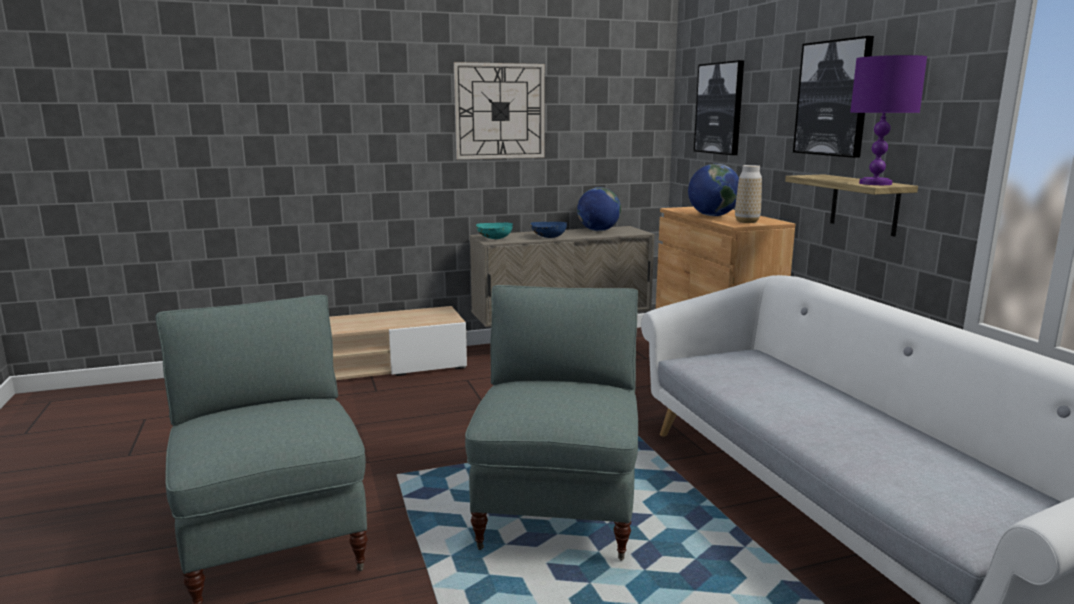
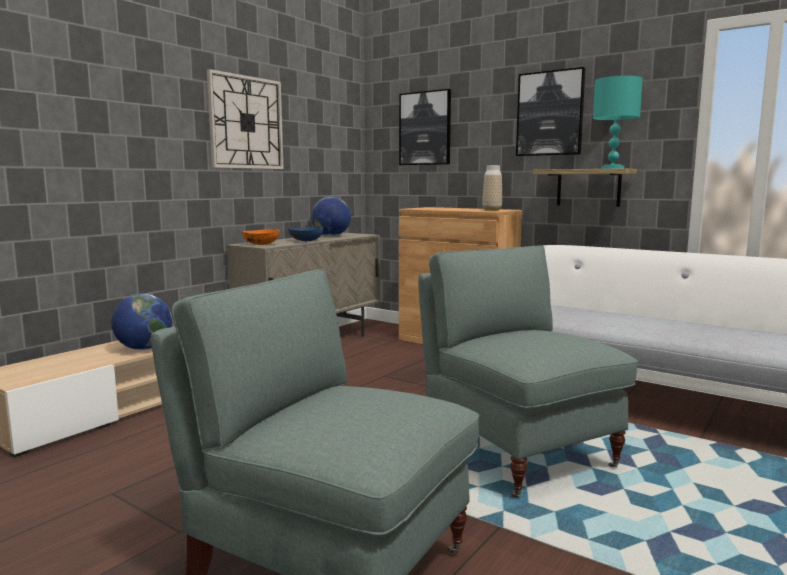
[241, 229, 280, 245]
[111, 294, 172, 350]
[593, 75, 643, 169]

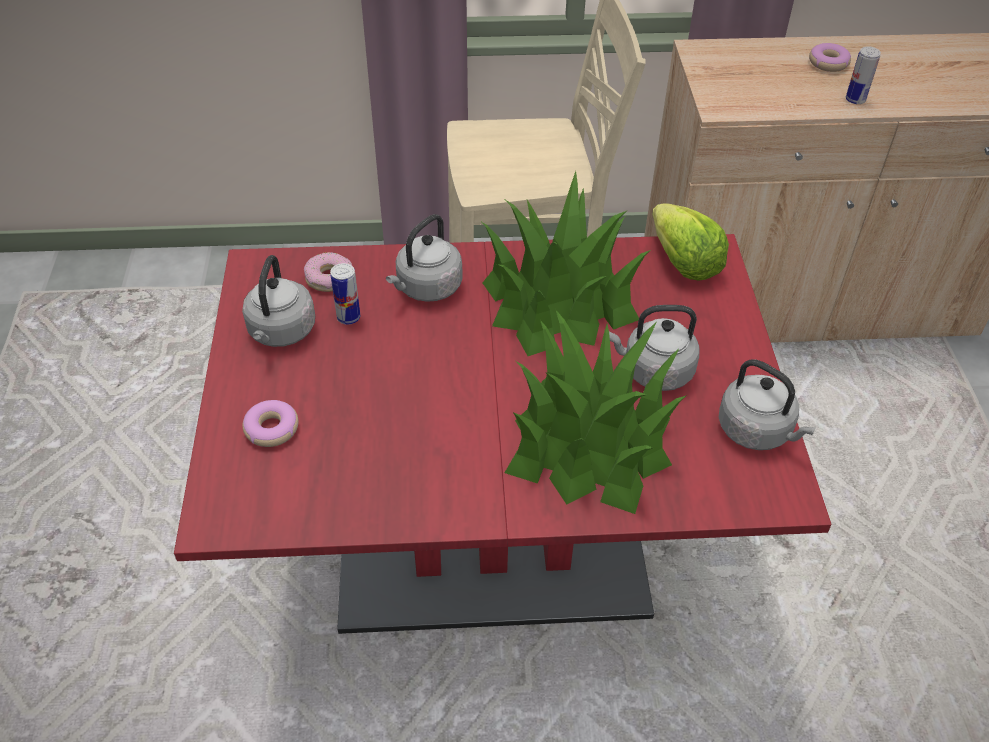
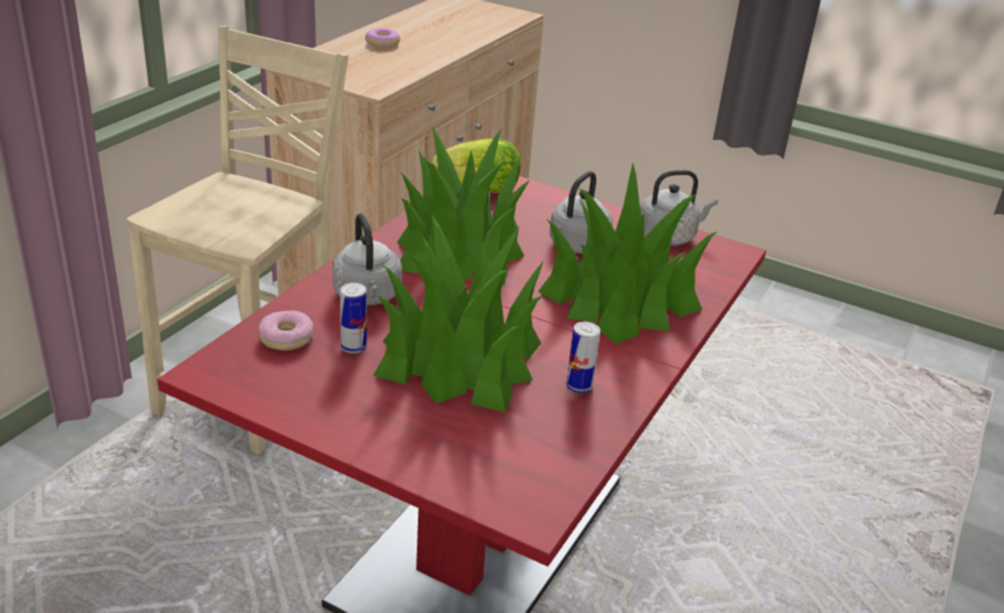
[242, 255, 315, 347] (first image)
[243, 400, 299, 447] (first image)
[566, 322, 600, 393]
[373, 214, 544, 412]

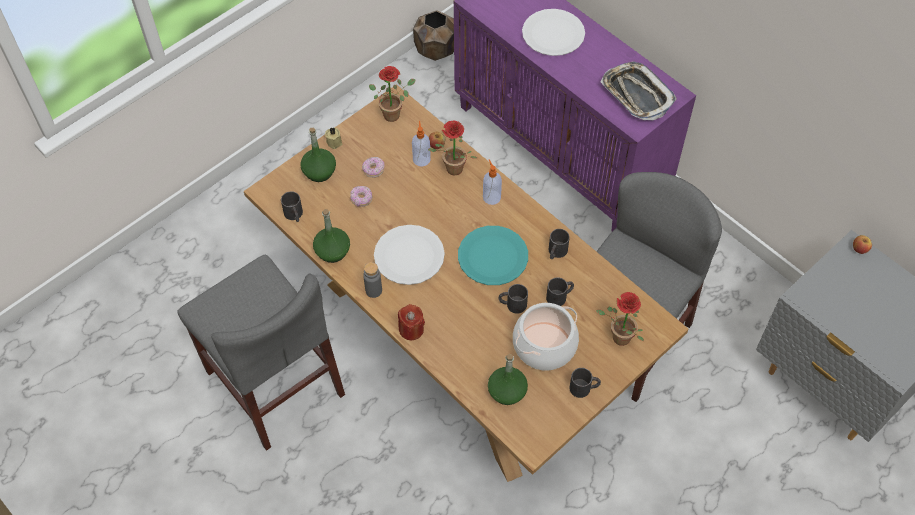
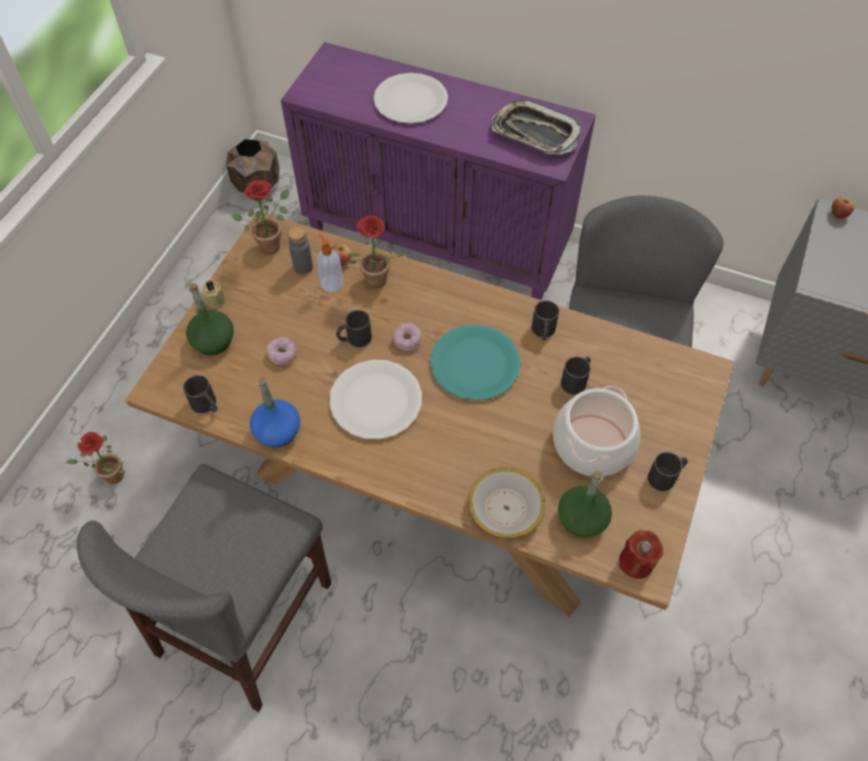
[77, 464, 331, 712]
[250, 377, 300, 447]
[392, 322, 422, 351]
[288, 227, 313, 274]
[619, 530, 664, 579]
[483, 159, 502, 205] (first image)
[336, 310, 372, 347]
[66, 432, 125, 484]
[468, 467, 546, 539]

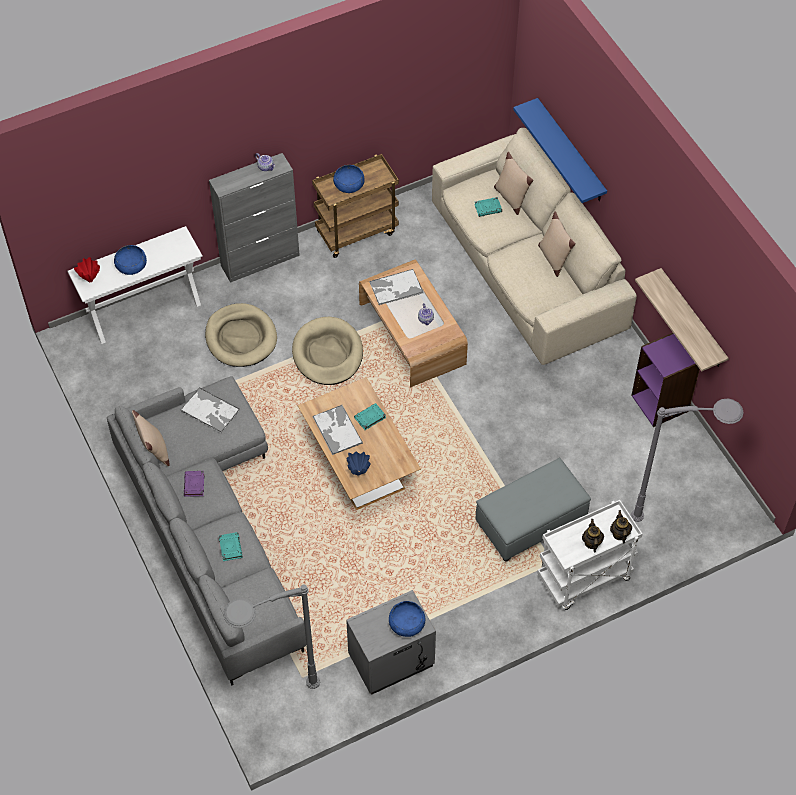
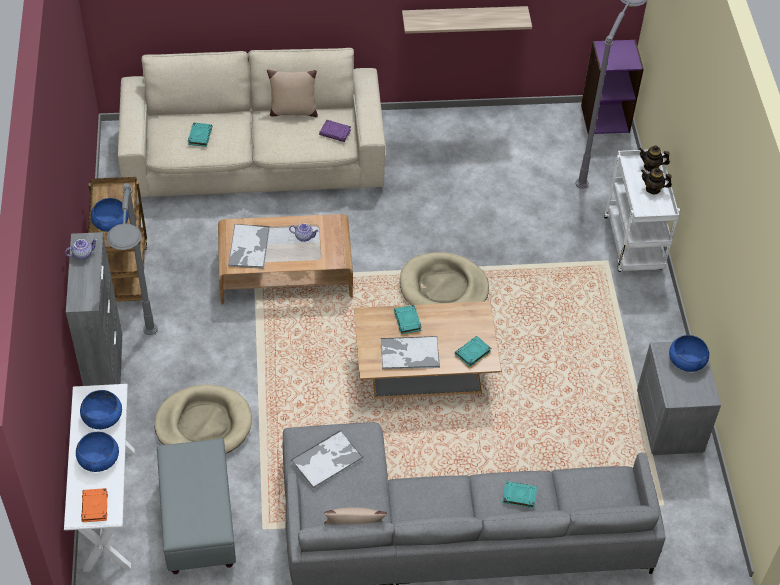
[81, 488, 108, 522]
[319, 120, 351, 142]
[106, 183, 158, 335]
[400, 252, 489, 305]
[455, 336, 491, 367]
[157, 439, 236, 574]
[494, 152, 533, 215] (first image)
[513, 98, 607, 203] (first image)
[581, 39, 644, 134]
[80, 390, 122, 429]

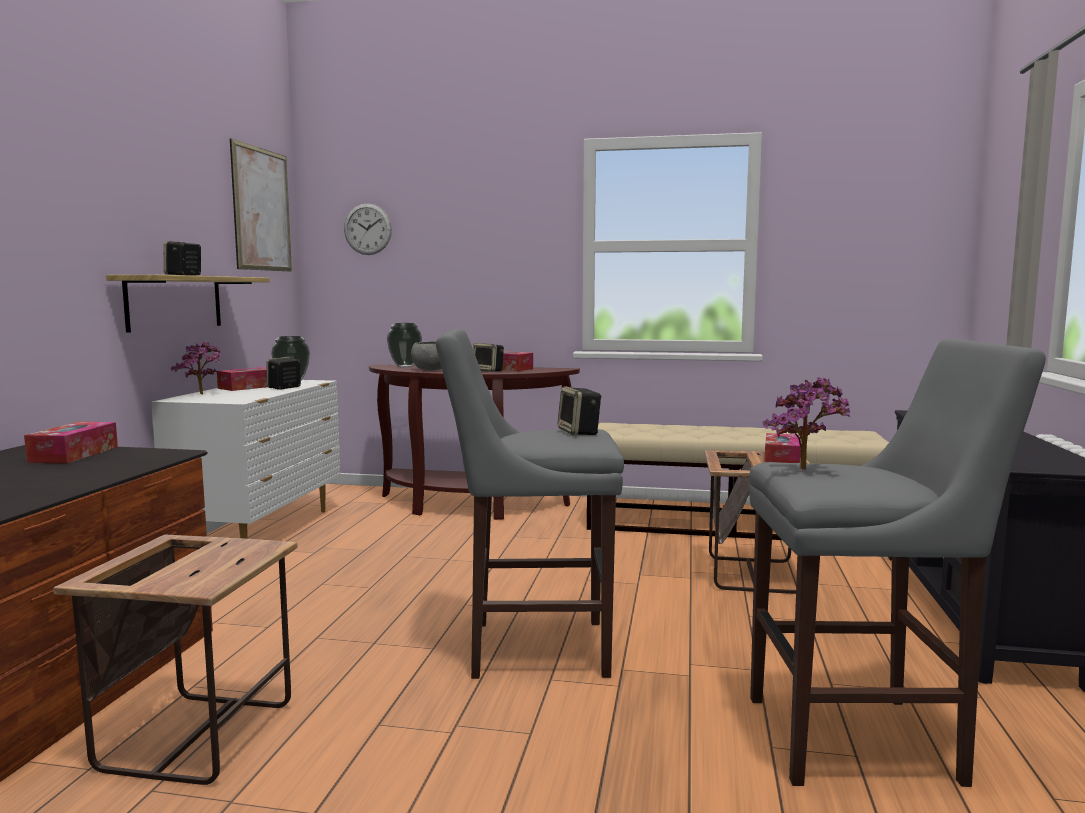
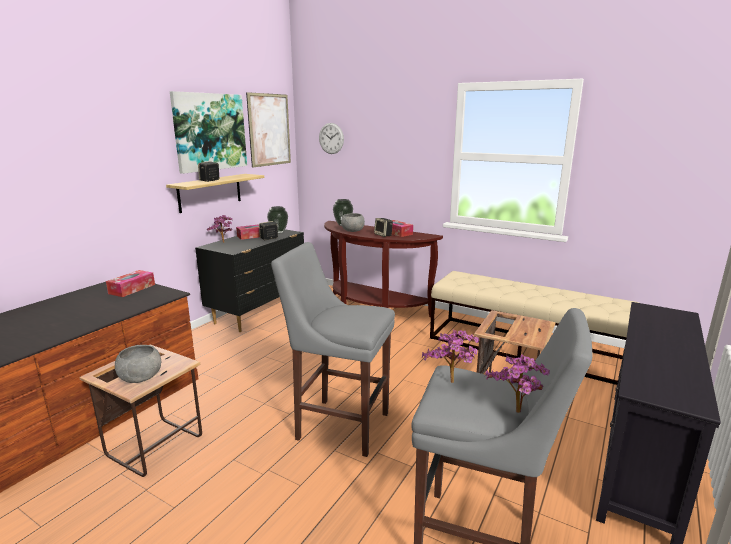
[195, 229, 304, 332]
[557, 387, 602, 435] (first image)
[765, 433, 800, 463] (first image)
[115, 345, 162, 383]
[170, 91, 247, 174]
[485, 355, 550, 413]

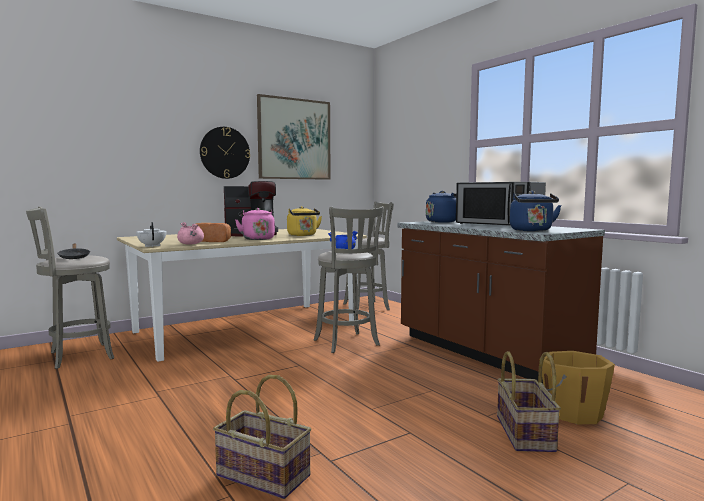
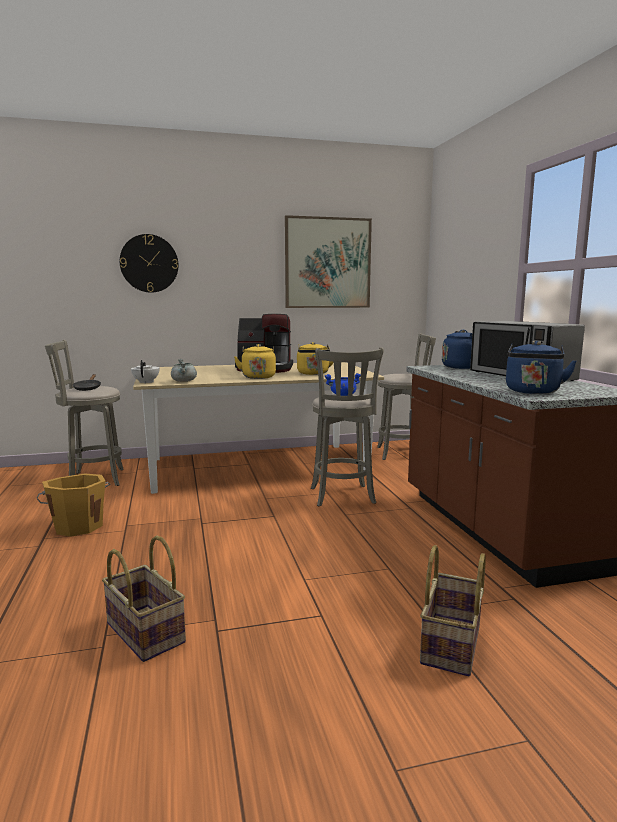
[171, 358, 197, 382]
[196, 223, 231, 242] (first image)
[120, 234, 178, 293]
[234, 344, 276, 379]
[36, 474, 111, 537]

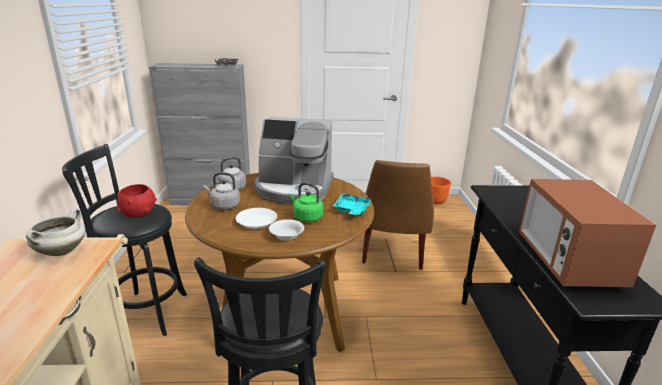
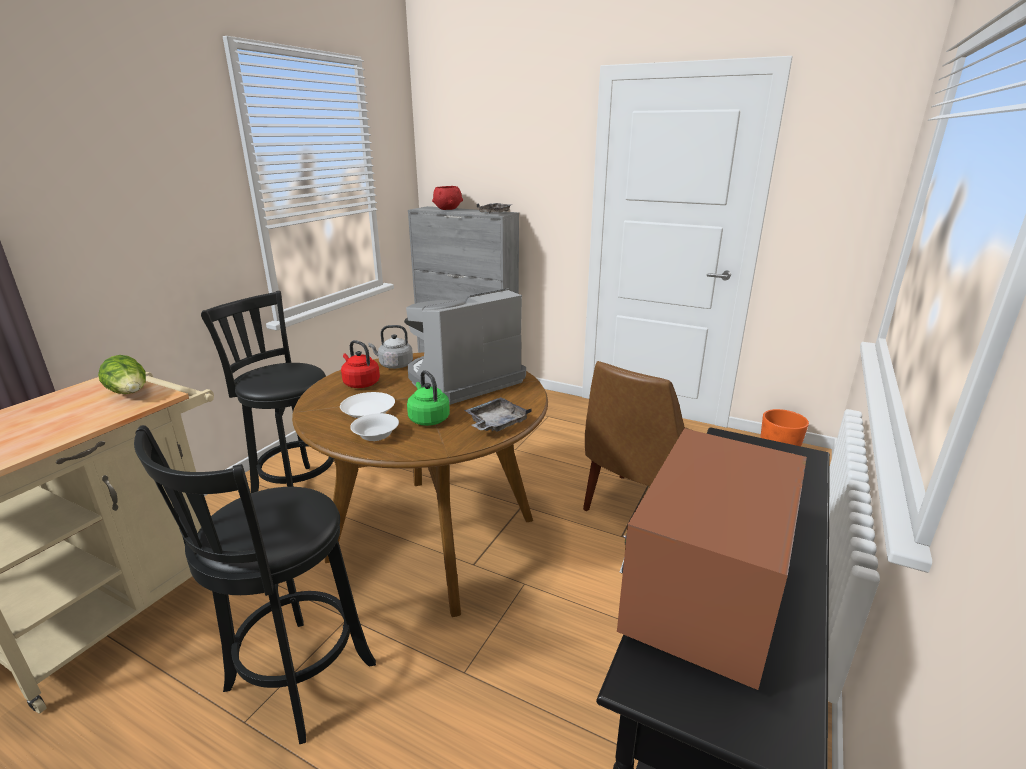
[98, 355, 146, 394]
[432, 186, 463, 210]
[341, 340, 380, 388]
[404, 289, 526, 405]
[464, 397, 532, 432]

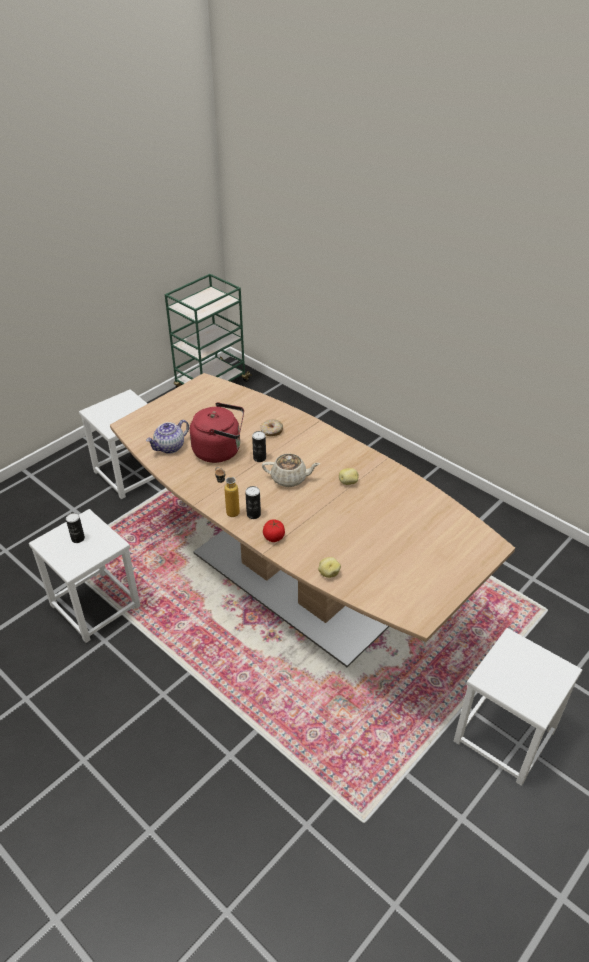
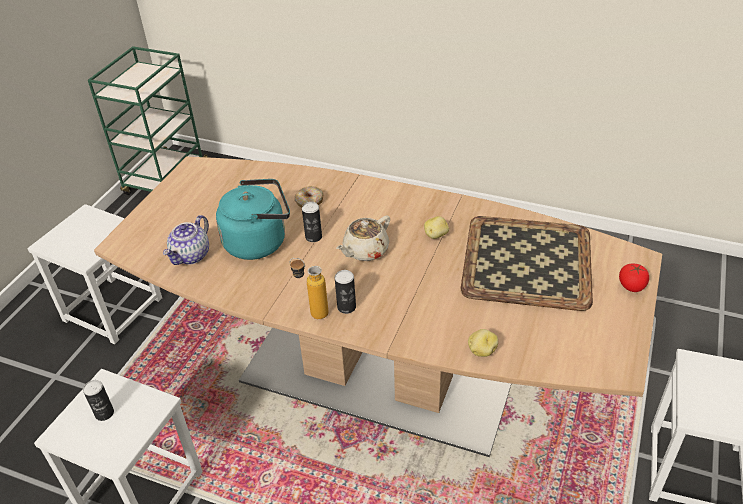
[216, 179, 290, 260]
[336, 216, 390, 261]
[619, 264, 649, 292]
[460, 216, 593, 311]

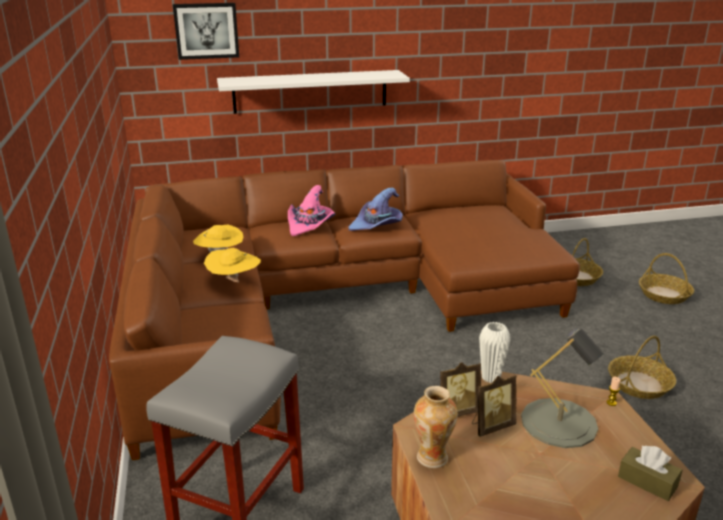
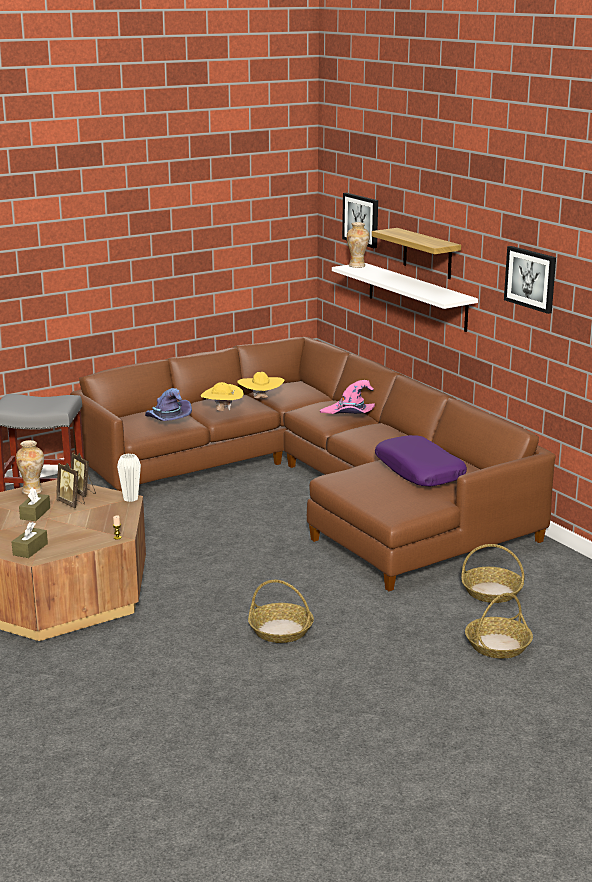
[145, 388, 192, 421]
[521, 328, 604, 448] (first image)
[19, 488, 50, 521]
[347, 222, 370, 268]
[372, 228, 461, 279]
[375, 435, 467, 486]
[504, 246, 556, 314]

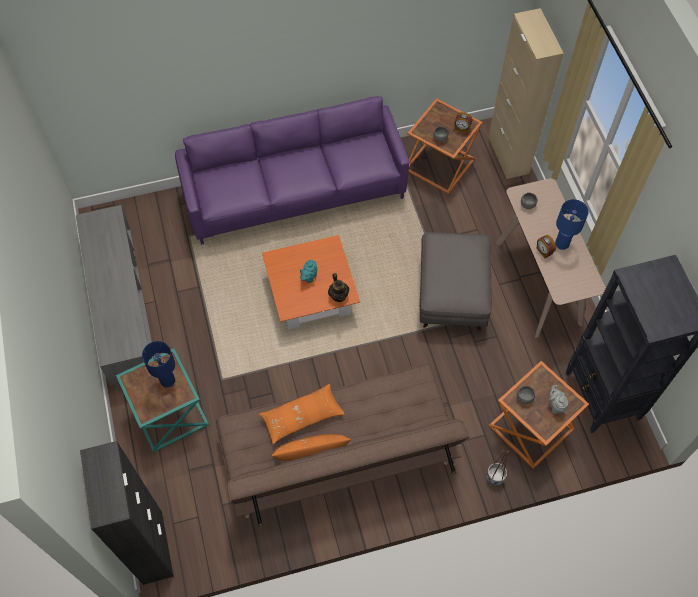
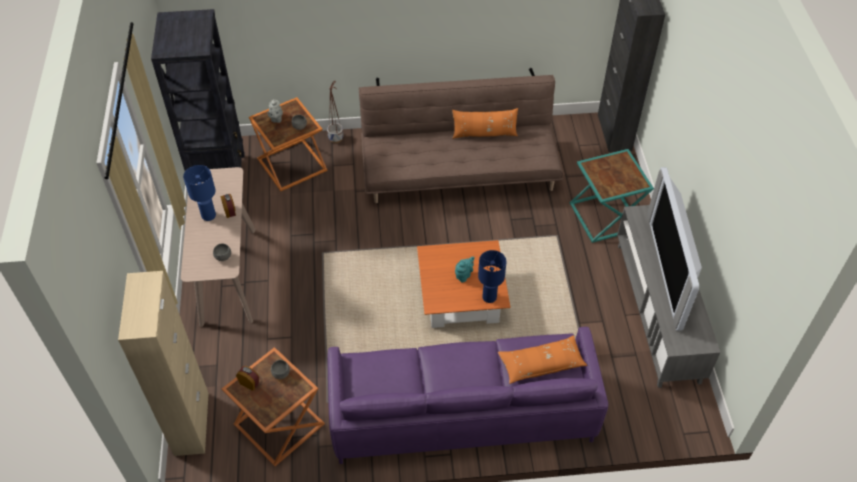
[478, 250, 506, 303]
[498, 335, 587, 384]
[328, 273, 349, 302] (first image)
[420, 232, 492, 331] (first image)
[647, 167, 702, 331]

